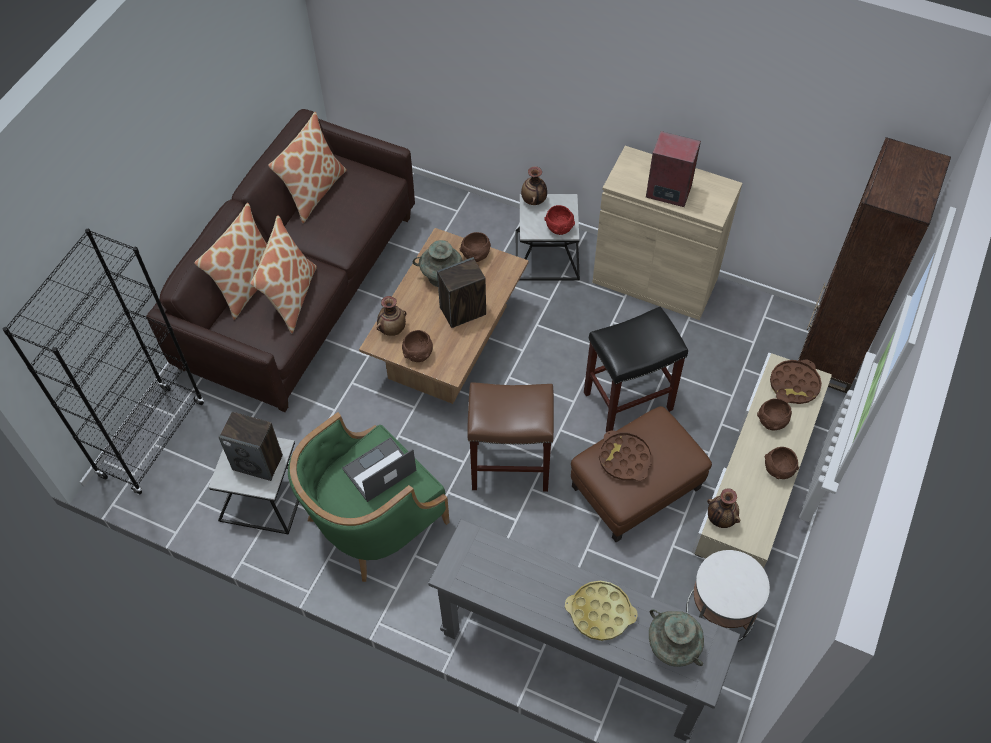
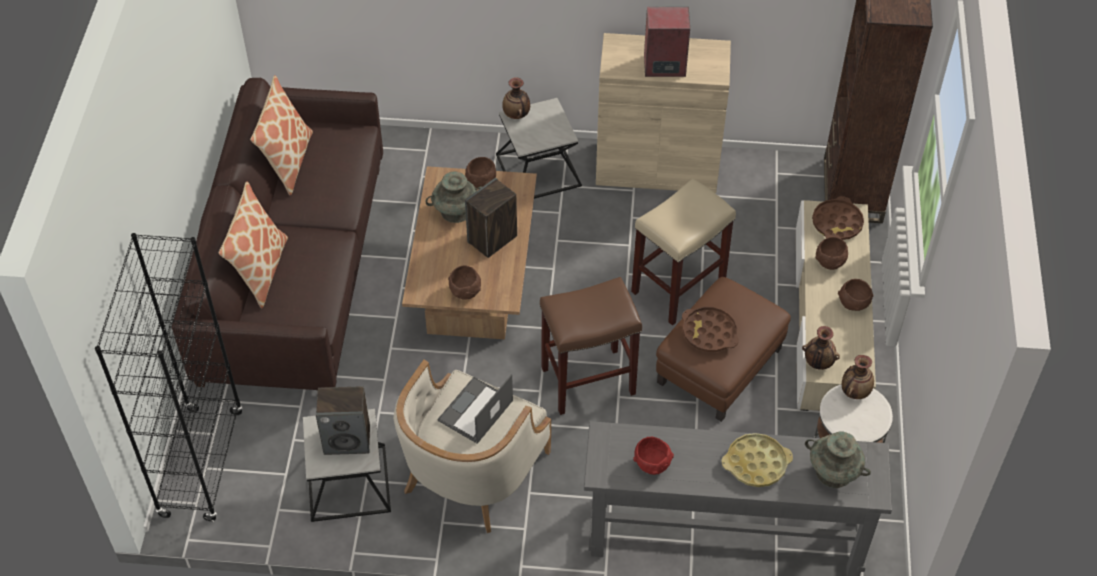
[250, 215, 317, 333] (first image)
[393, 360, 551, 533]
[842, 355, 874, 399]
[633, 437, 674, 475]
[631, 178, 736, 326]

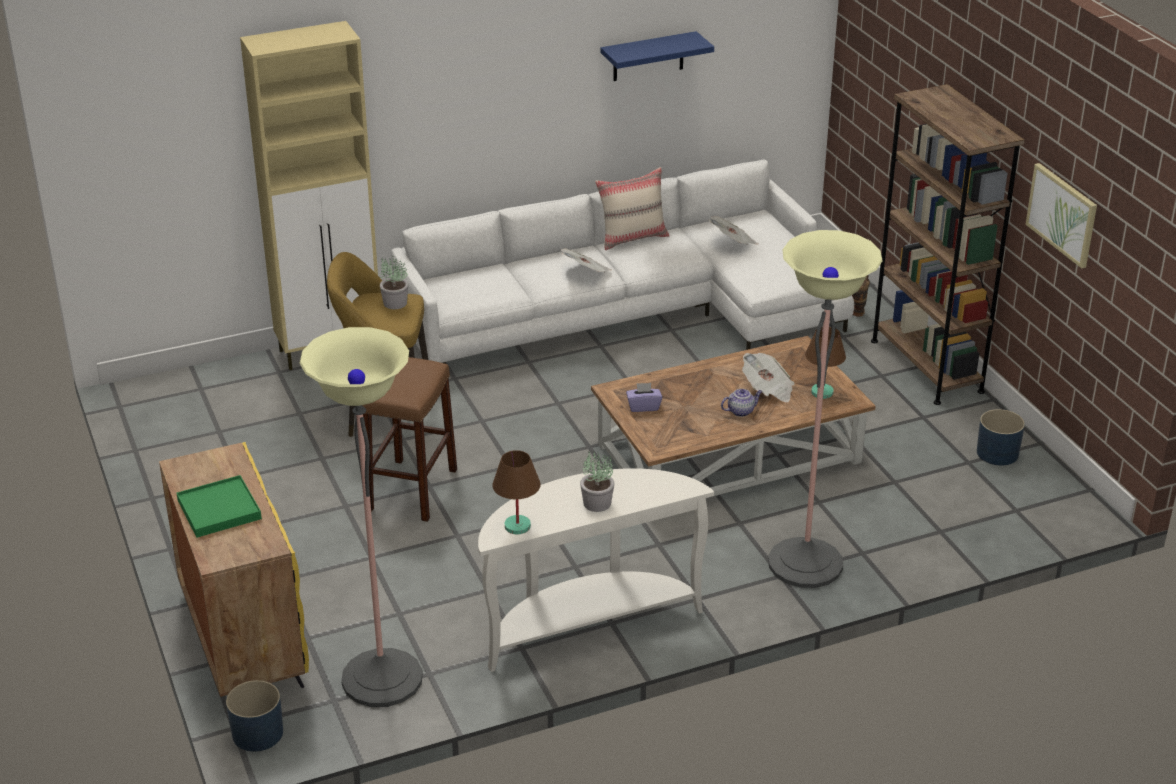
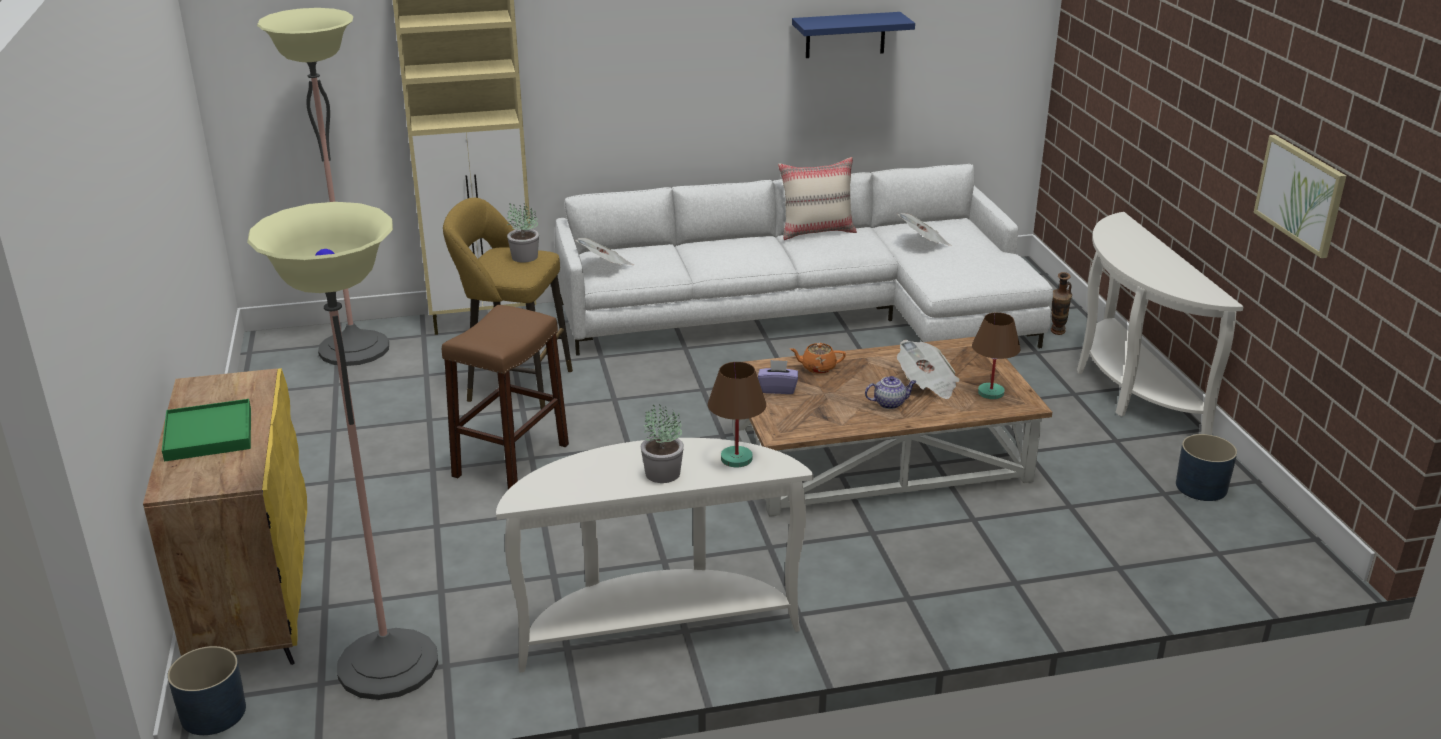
[708, 362, 766, 467]
[575, 238, 634, 265]
[257, 8, 389, 366]
[1077, 212, 1244, 435]
[790, 343, 846, 374]

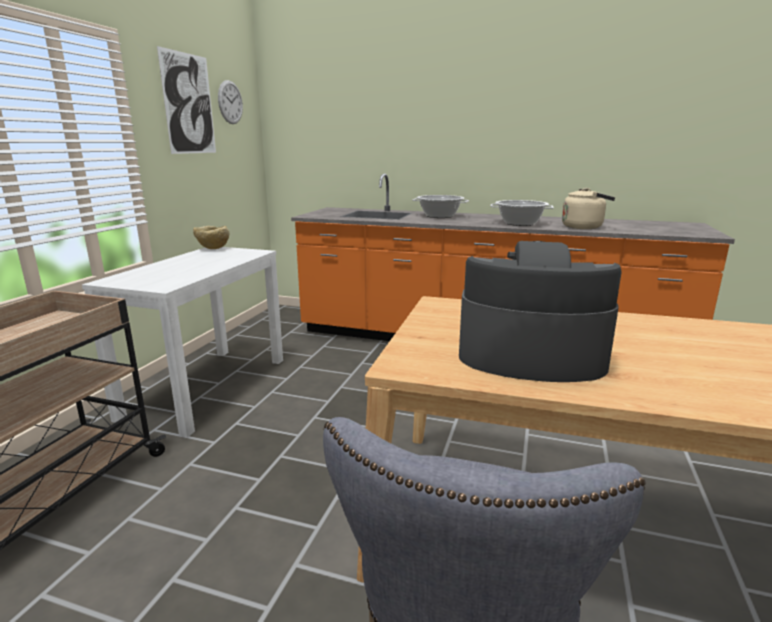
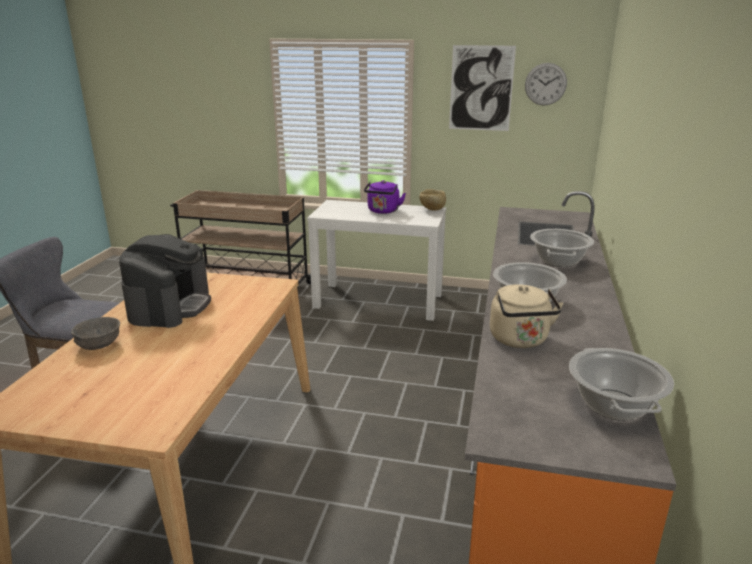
[71, 317, 120, 350]
[364, 180, 406, 214]
[569, 348, 674, 421]

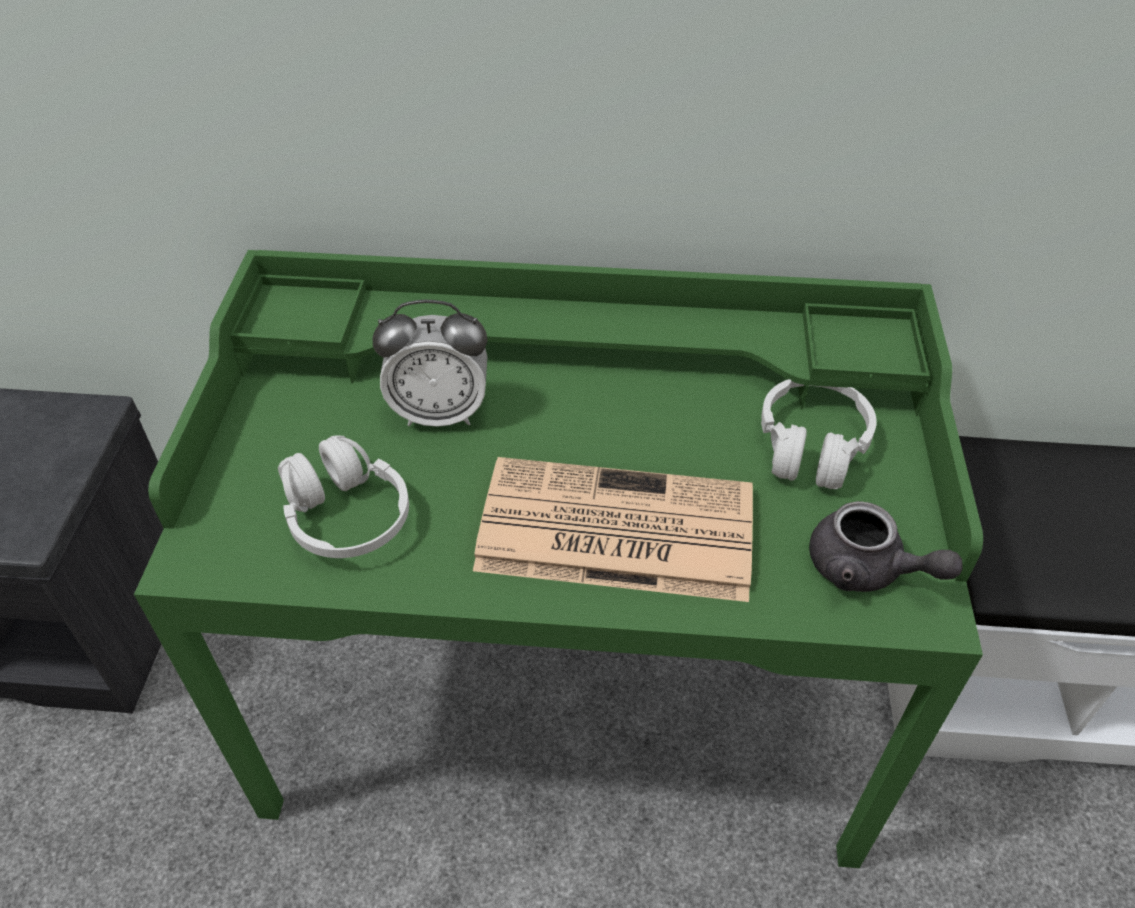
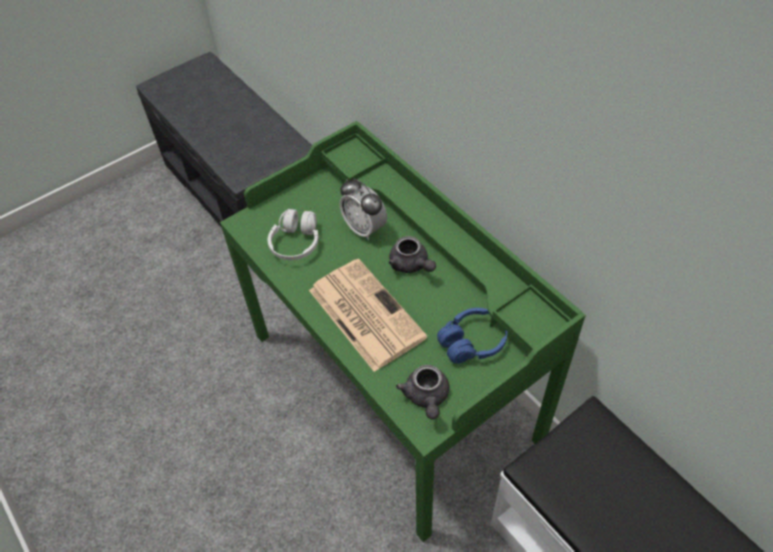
[437, 308, 507, 364]
[388, 236, 436, 273]

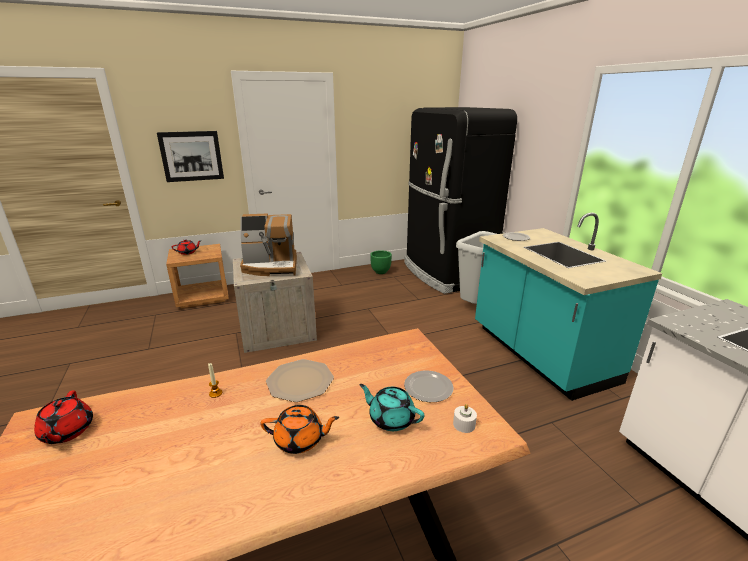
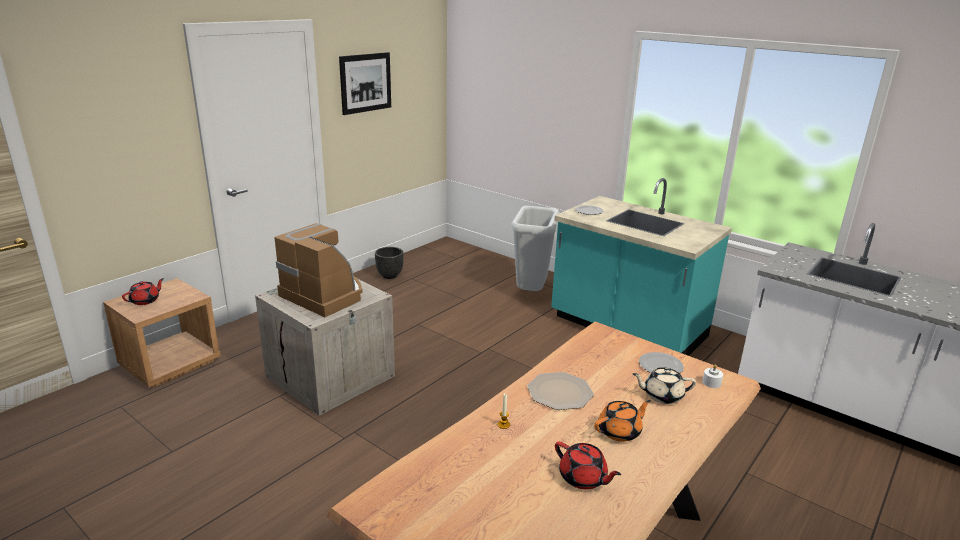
[555, 442, 621, 489]
[339, 52, 391, 115]
[274, 223, 363, 317]
[633, 367, 696, 404]
[375, 247, 404, 279]
[404, 107, 517, 294] (first image)

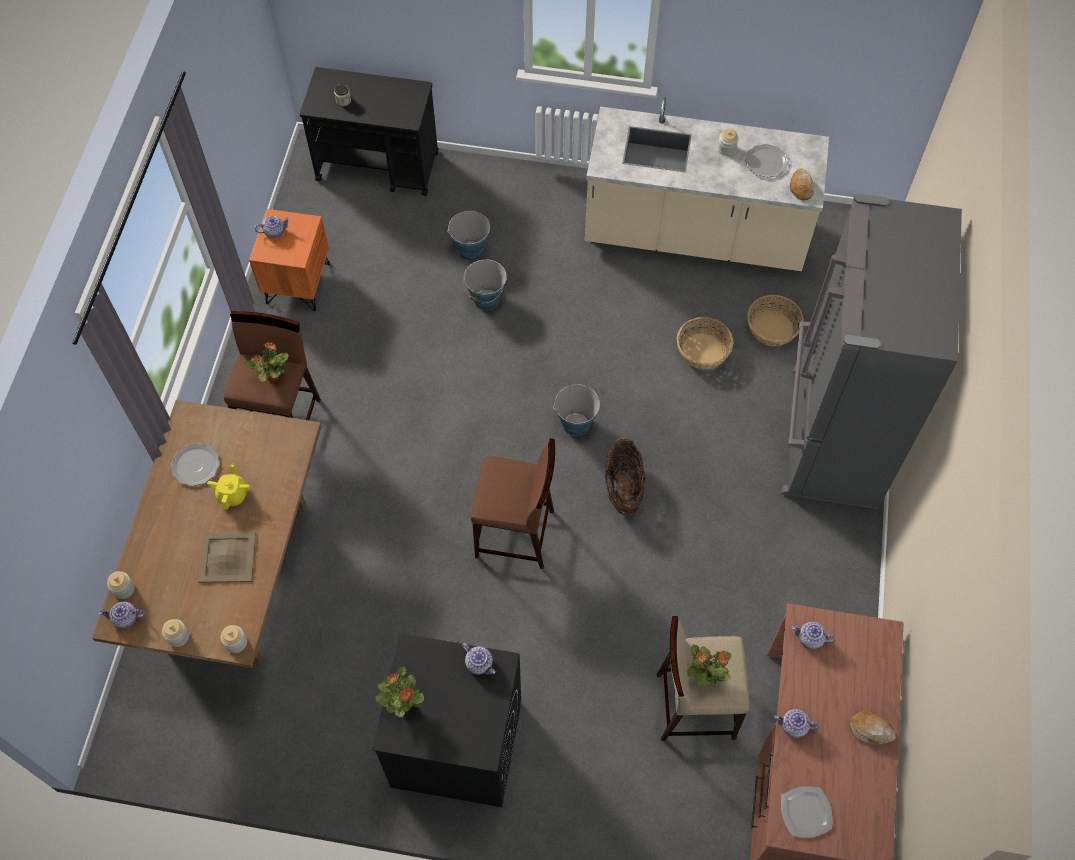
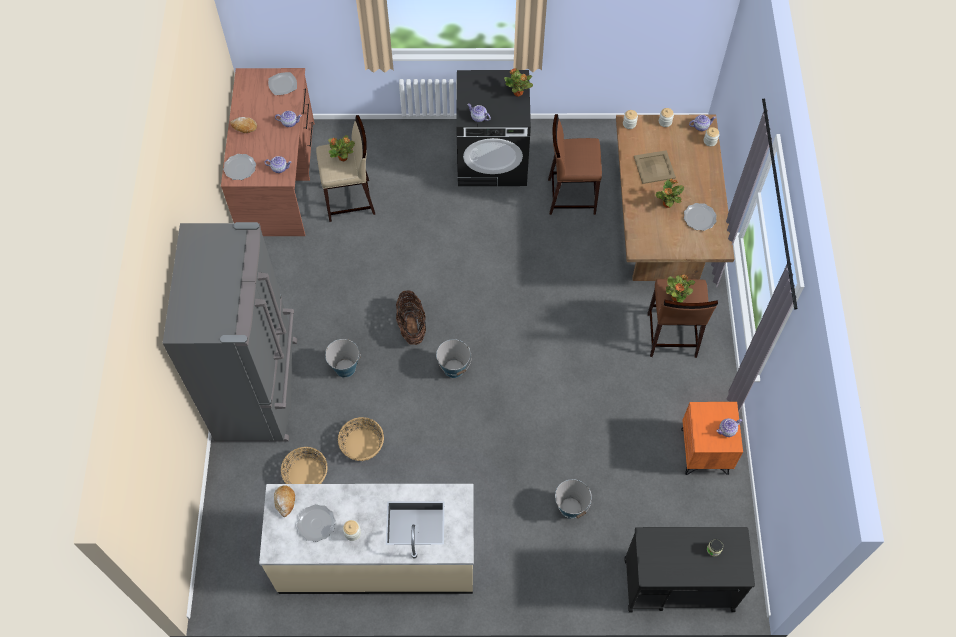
[655, 179, 684, 208]
[325, 339, 361, 378]
[548, 114, 602, 215]
[223, 154, 256, 180]

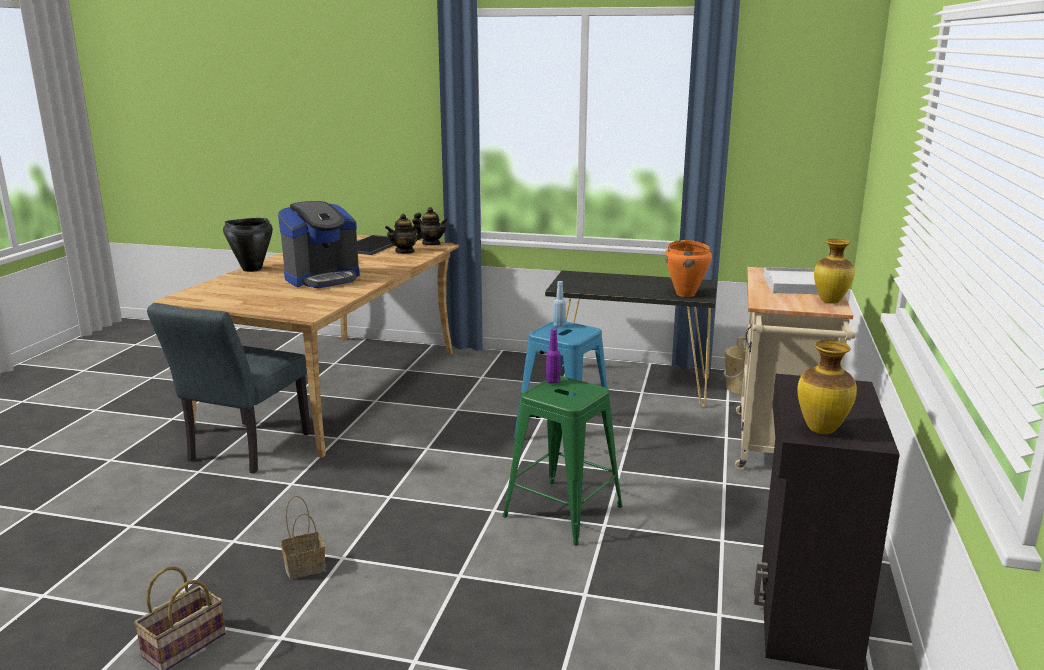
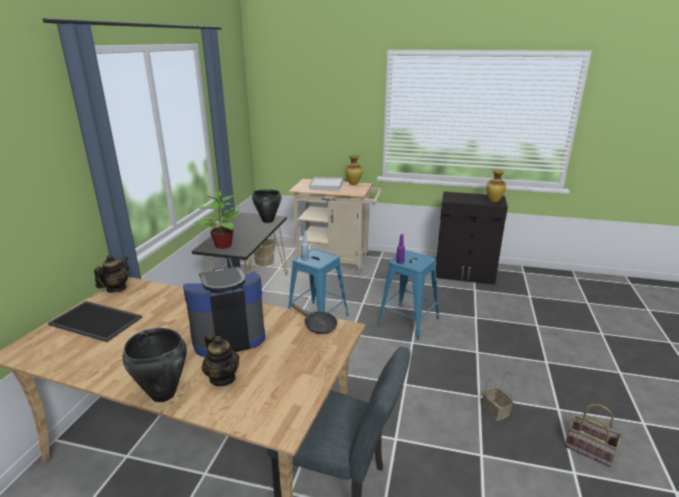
[183, 267, 265, 357]
[202, 334, 239, 386]
[377, 251, 439, 340]
[252, 190, 281, 223]
[194, 190, 240, 249]
[290, 303, 337, 334]

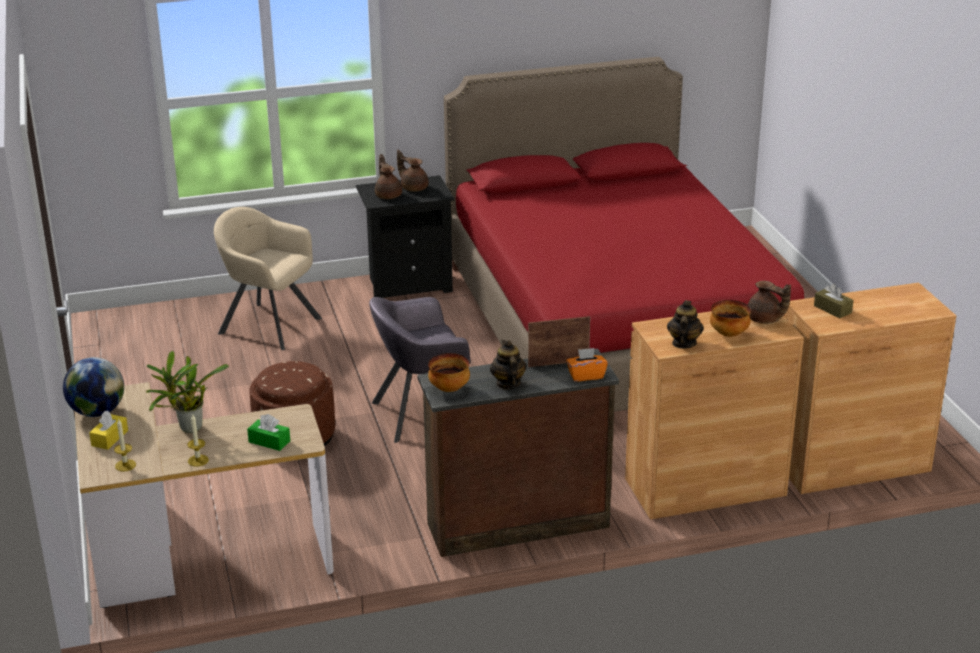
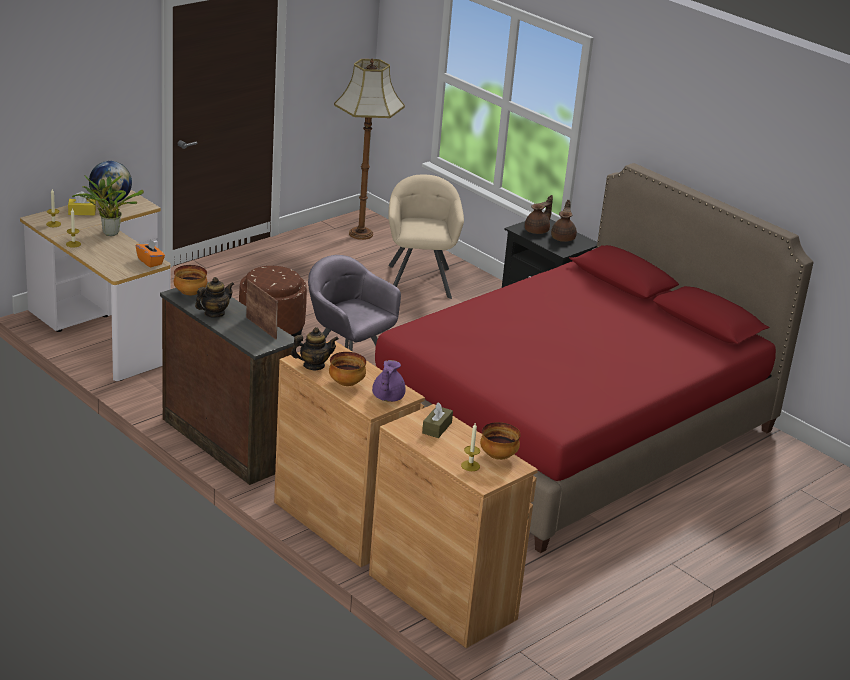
[247, 414, 290, 451] (first image)
[136, 239, 165, 267]
[372, 360, 406, 402]
[334, 58, 405, 240]
[461, 423, 480, 471]
[480, 422, 521, 460]

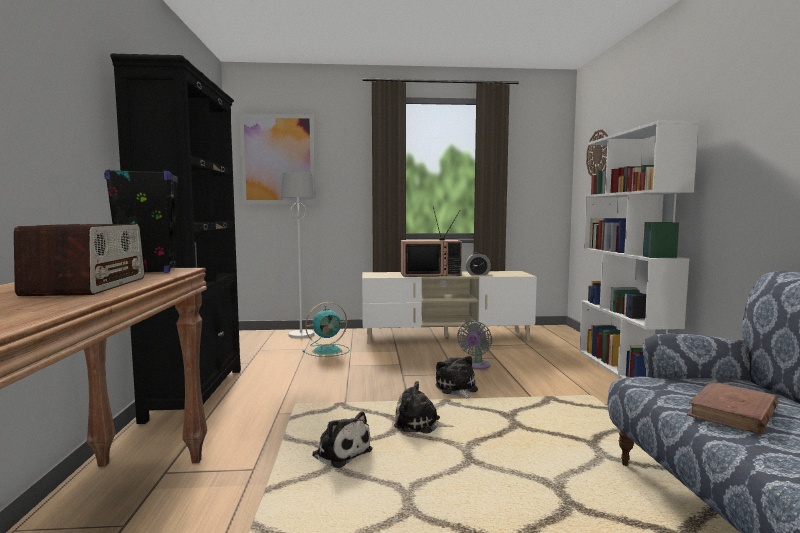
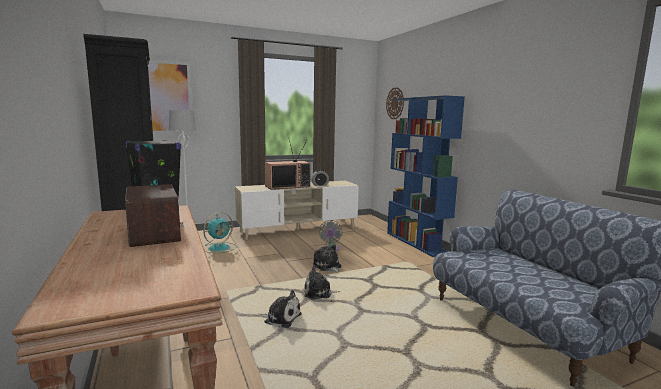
[387, 95, 465, 257]
[687, 381, 778, 434] (first image)

